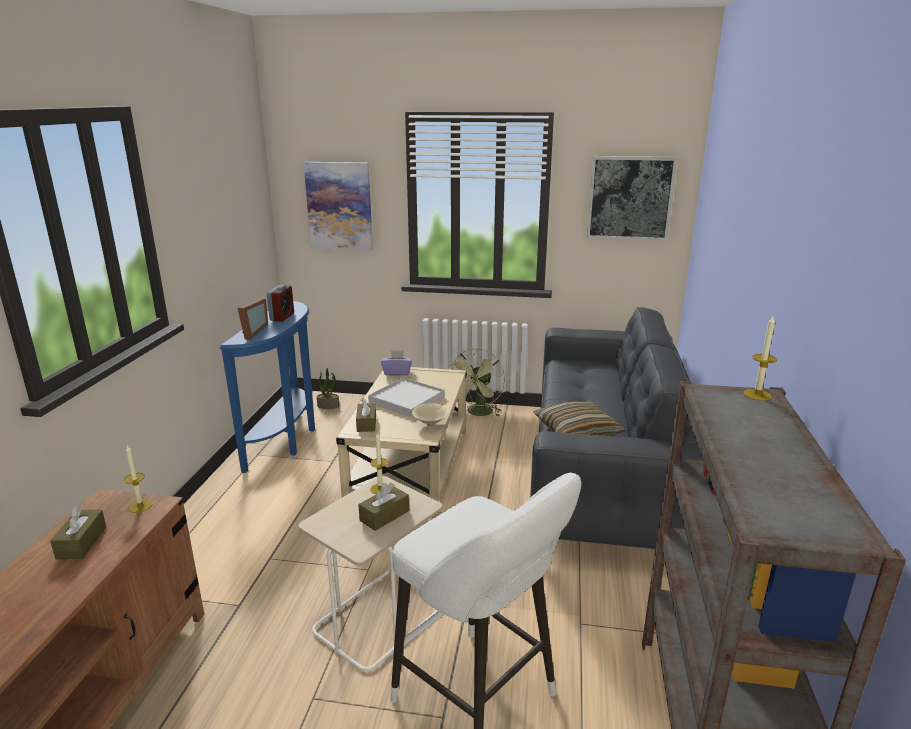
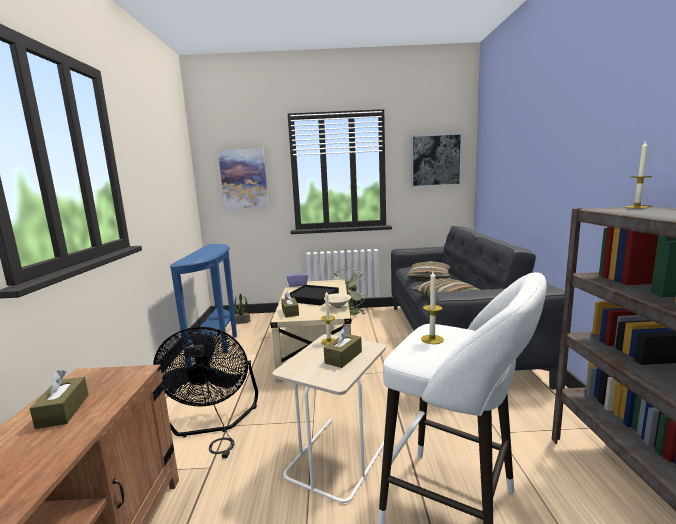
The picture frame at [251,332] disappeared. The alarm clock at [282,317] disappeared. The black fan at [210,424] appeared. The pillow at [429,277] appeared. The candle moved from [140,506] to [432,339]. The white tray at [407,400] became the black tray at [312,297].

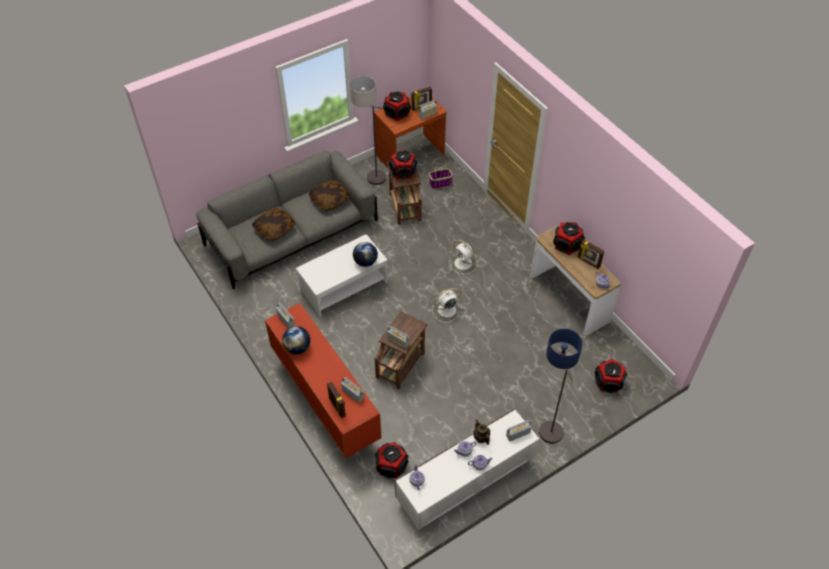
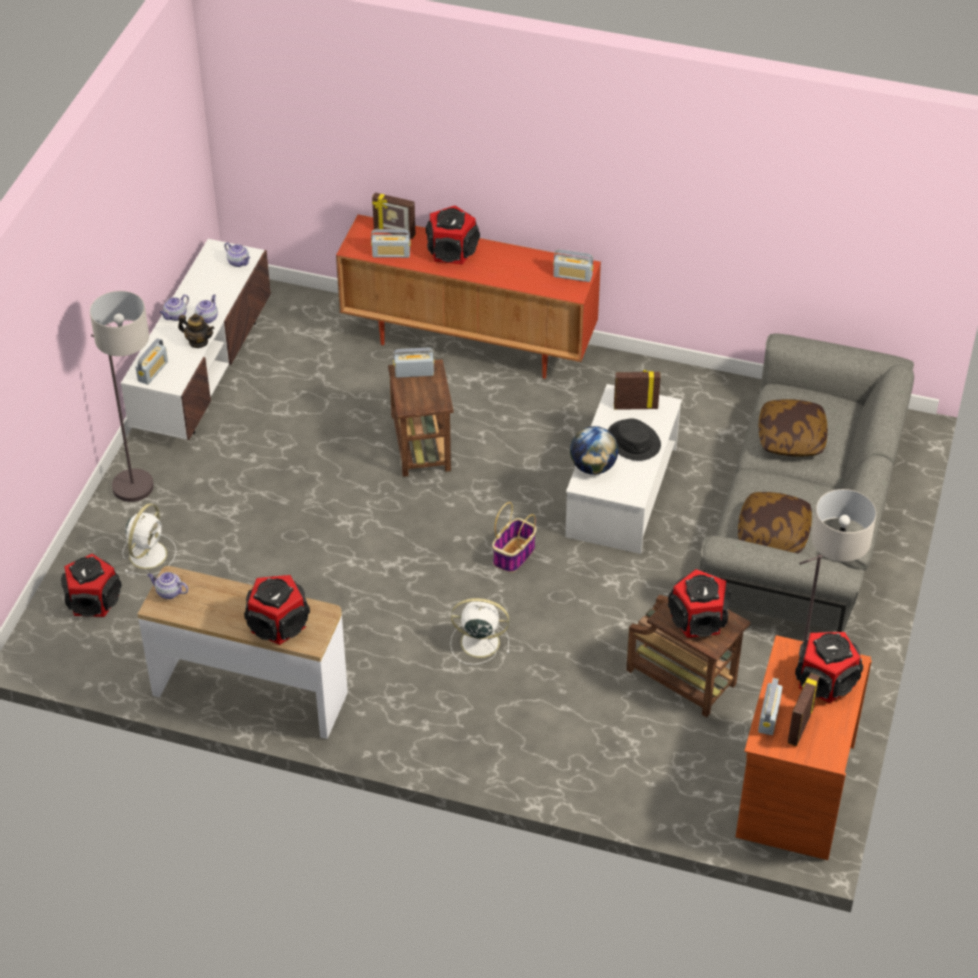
The globe at [297,348] disappeared. The black hat at [633,441] appeared. The speaker moved from [391,466] to [452,250]. The basket moved from [440,183] to [514,556]. The white fan moved from [446,310] to [149,553]. The picture frame moved from [588,262] to [635,406]. The blue floor lamp at [547,426] became the grey floor lamp at [143,491].

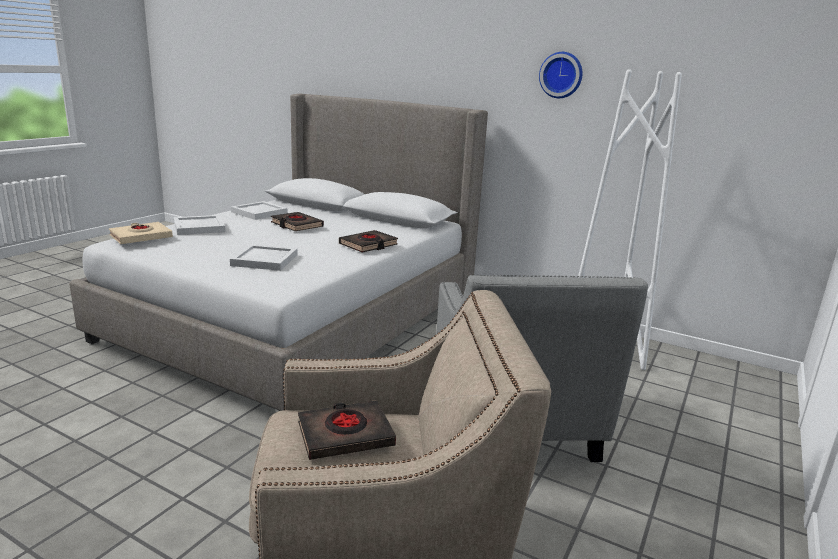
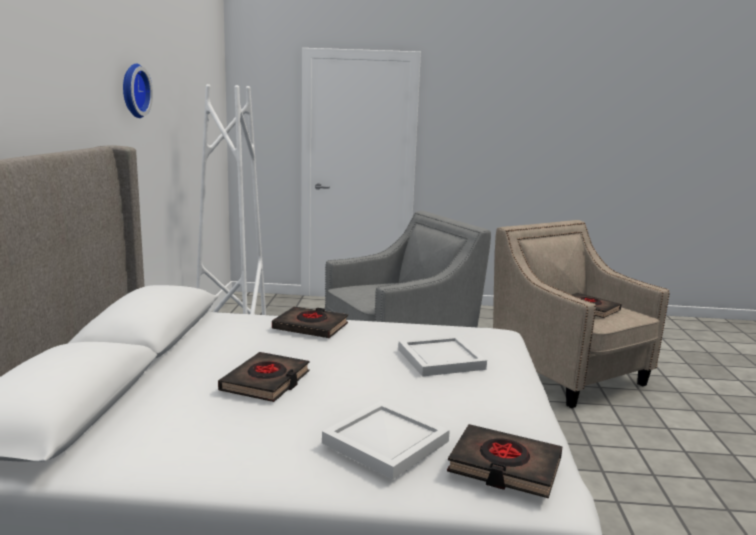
The white tray at [259,213] disappeared. The beige book at [141,237] became the black book at [504,467].

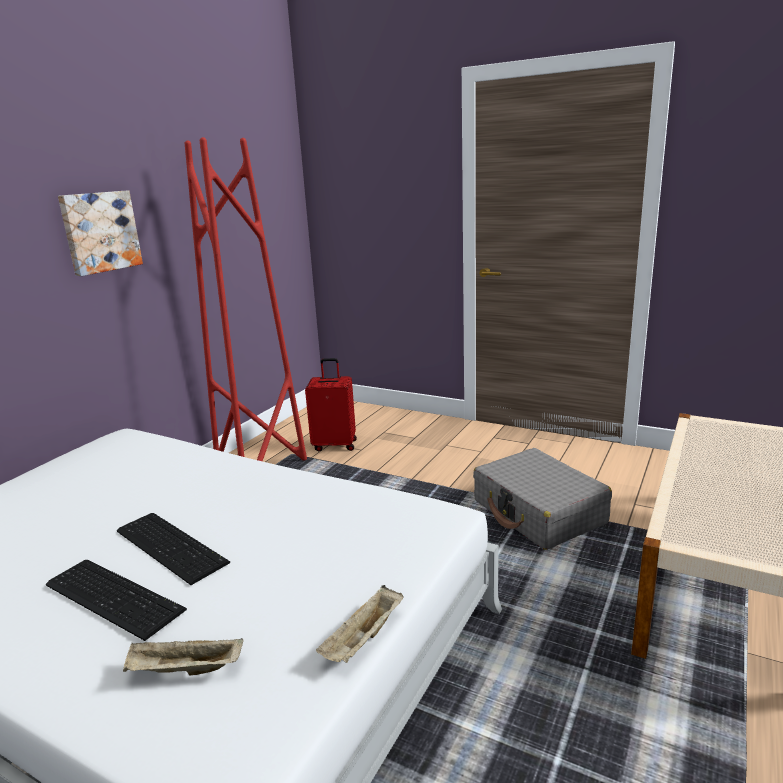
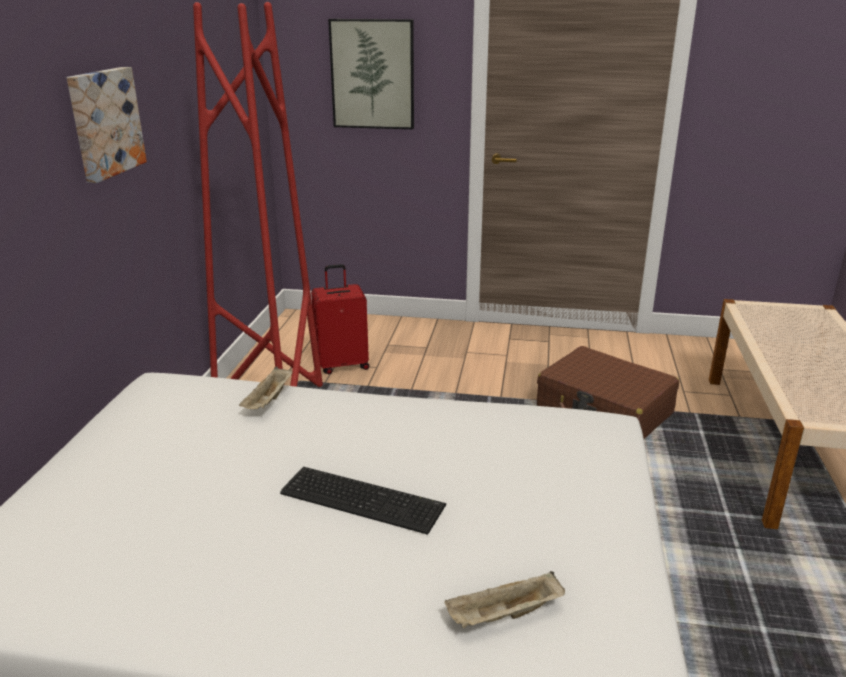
The keyboard at [115,595] disappeared. The picture at [373,74] appeared. The beige tray moved from [364,640] to [269,401]. The grey suitcase at [538,512] became the brown suitcase at [604,411].

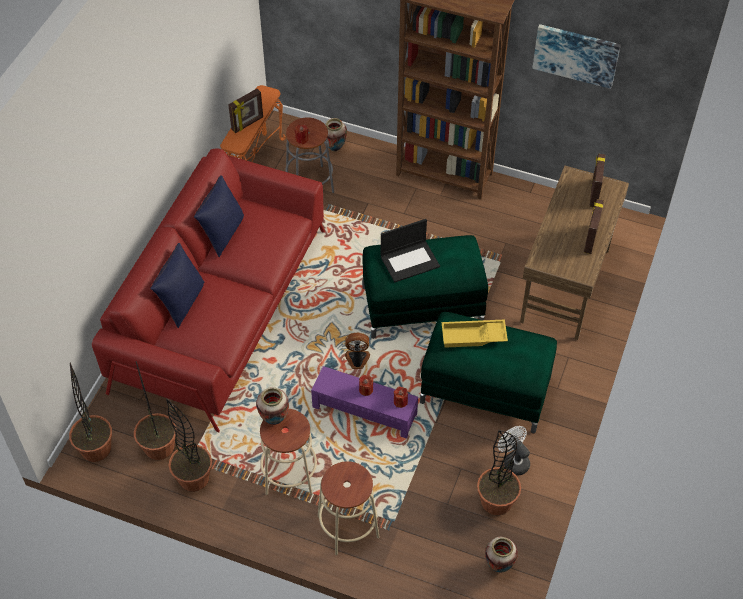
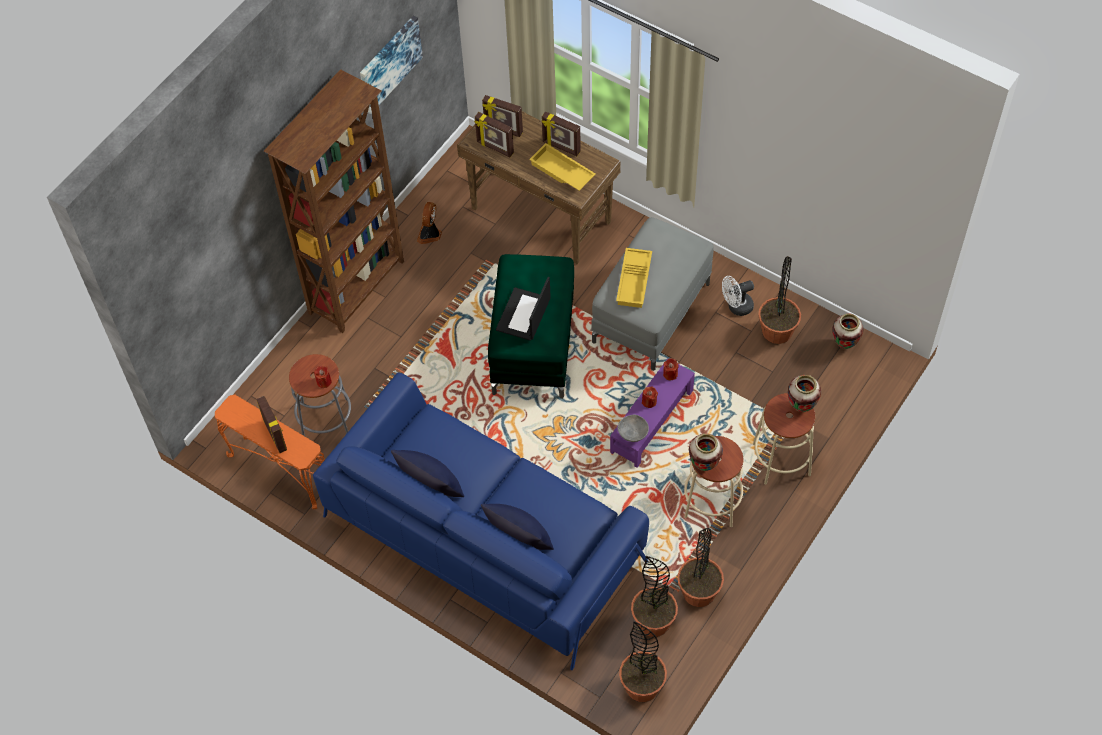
The picture frame at [495,148] appeared. The yellow tray at [561,172] appeared. The grey bowl at [633,433] appeared. The vase moved from [334,148] to [801,407]. The fan moved from [357,360] to [430,234]. The red sofa at [220,309] became the blue sofa at [484,538]. The green ottoman at [484,390] became the grey ottoman at [651,313]. The laptop at [410,261] turned 150 degrees counterclockwise.

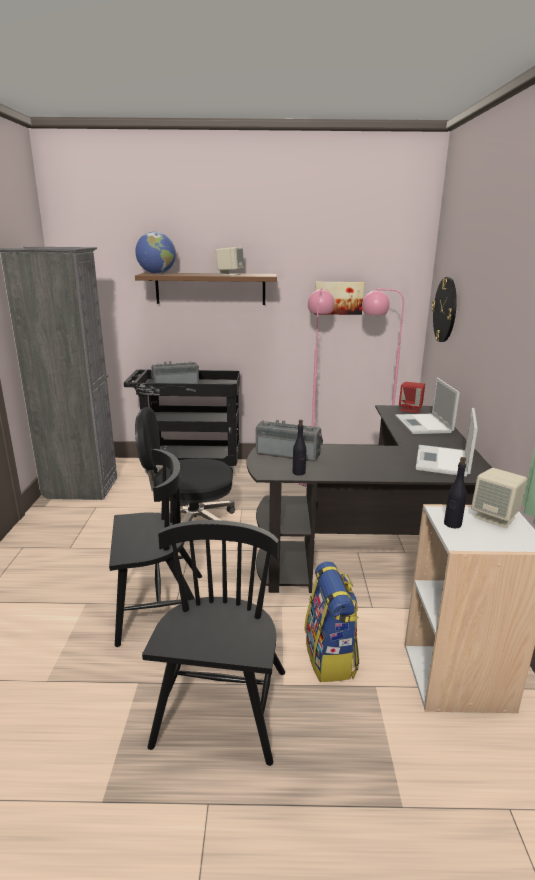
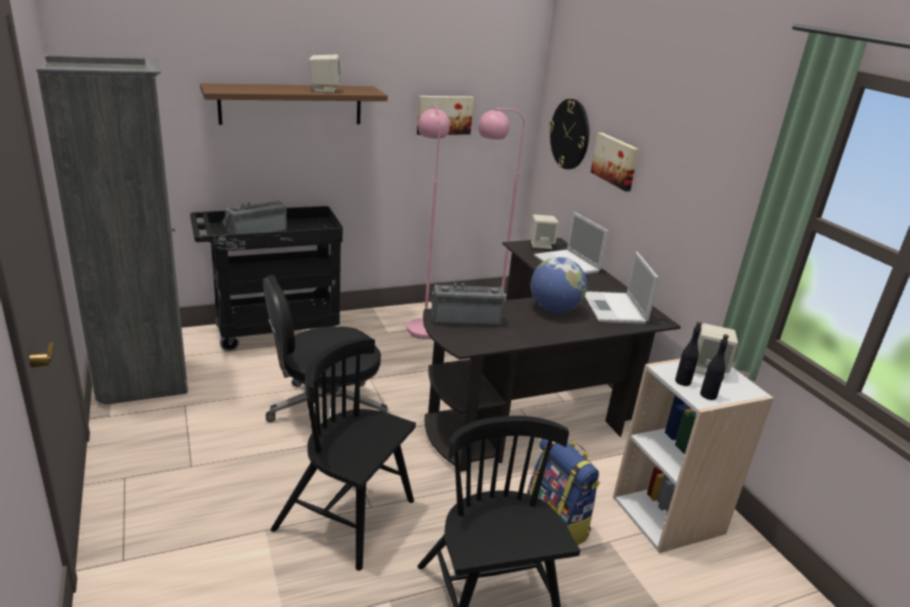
The picture at [616,161] appeared. The globe moved from [157,273] to [554,309]. The black bottle moved from [299,473] to [708,395]. The red speaker at [410,409] became the beige speaker at [541,245]. The black chair at [155,608] turned 120 degrees counterclockwise.

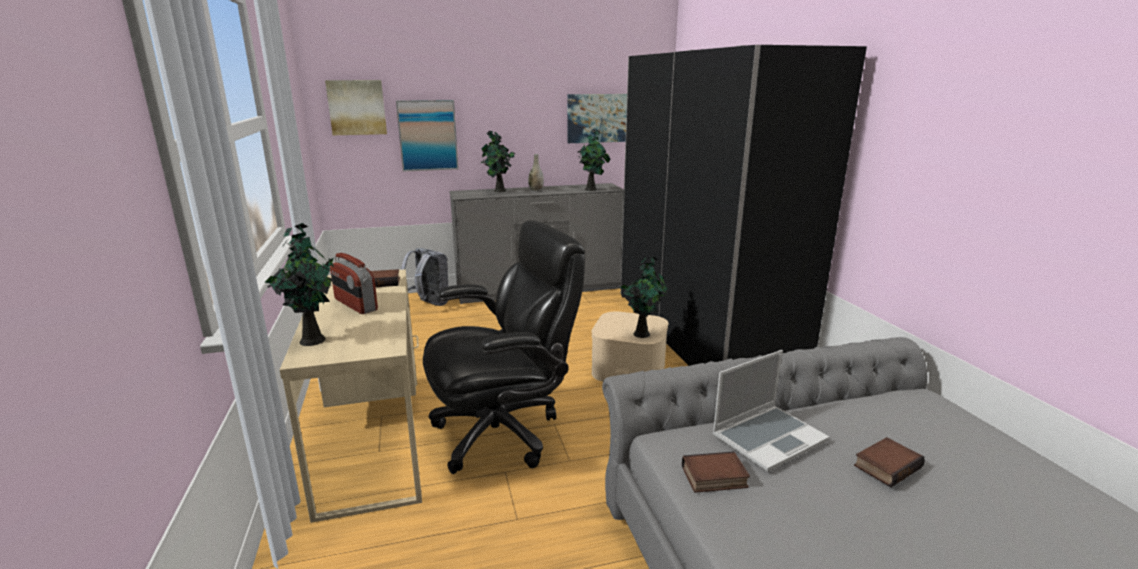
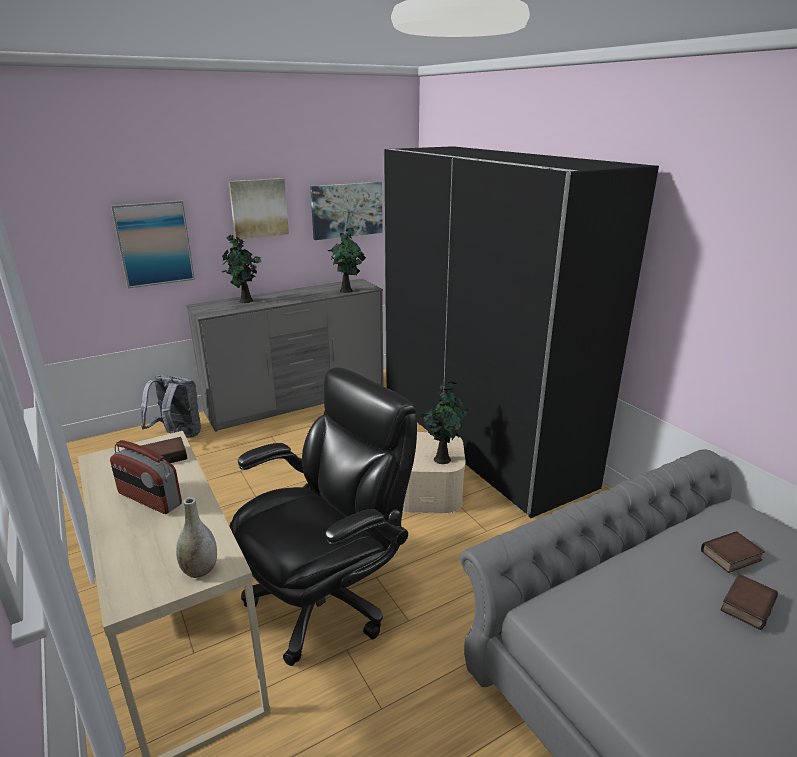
The potted plant at [312,339] disappeared. The laptop at [769,438] disappeared. The picture moved from [357,107] to [258,208]. The grey vase moved from [536,190] to [200,570]. The book moved from [714,478] to [731,557].

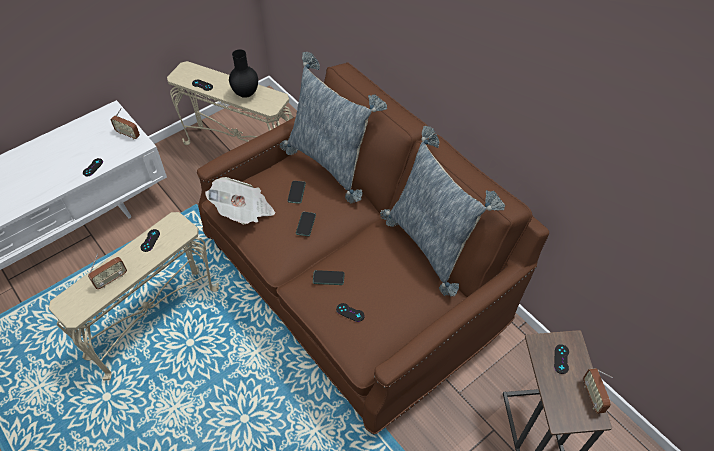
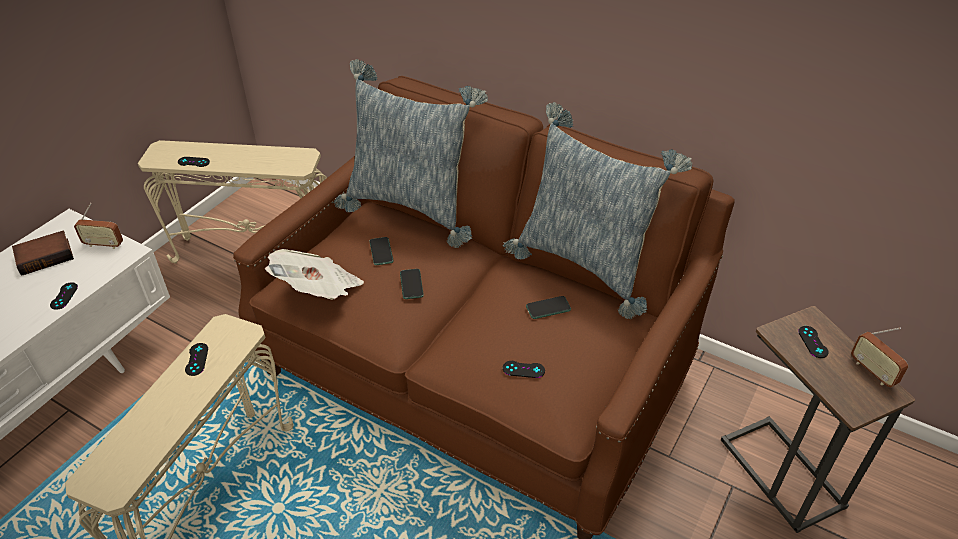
The radio at [111,280] disappeared. The black vase at [245,94] disappeared. The book at [46,256] appeared. The phone moved from [328,278] to [548,308].

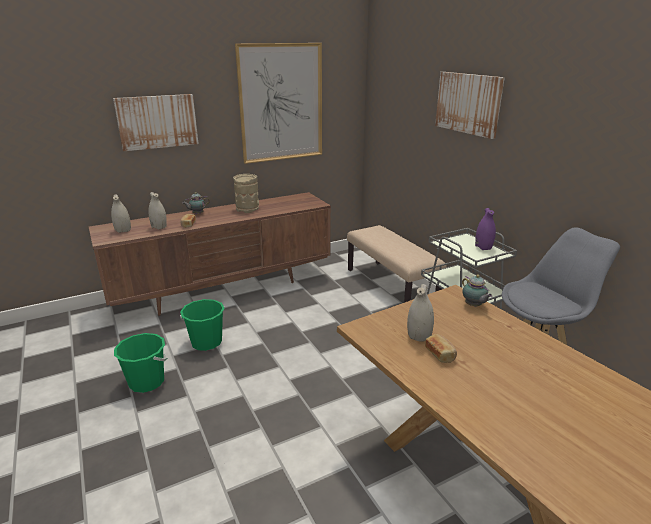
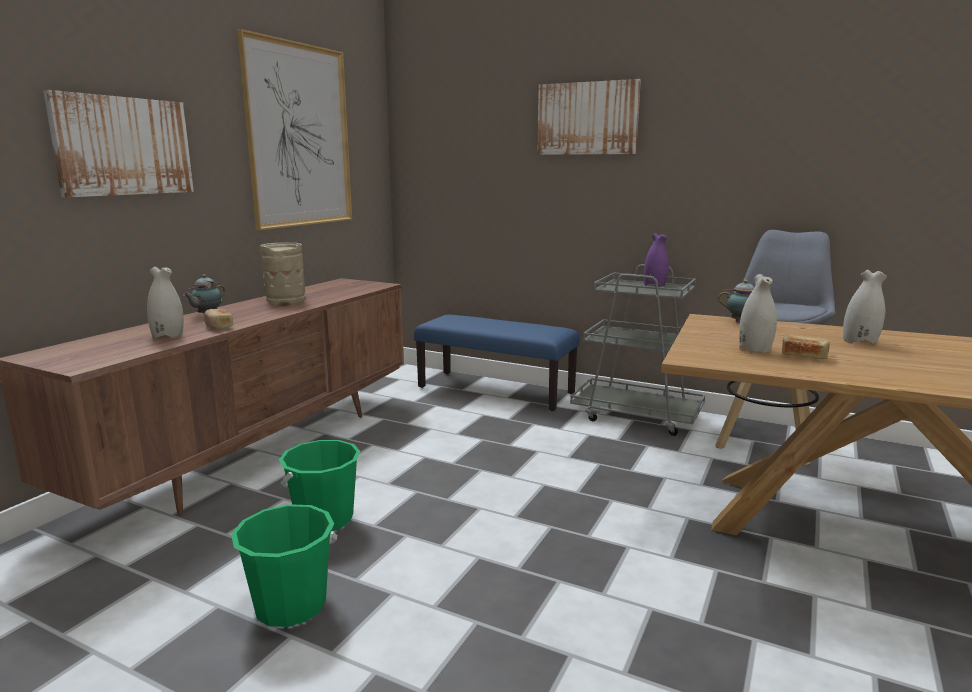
The white vase moved from [123,230] to [860,342]. The beige bench at [391,286] became the blue bench at [496,390].

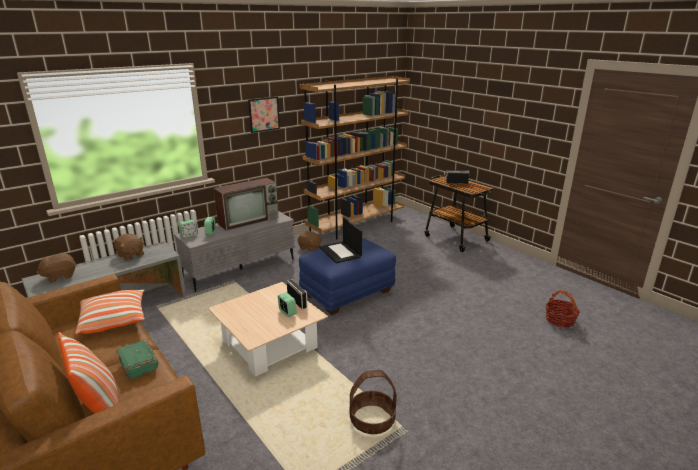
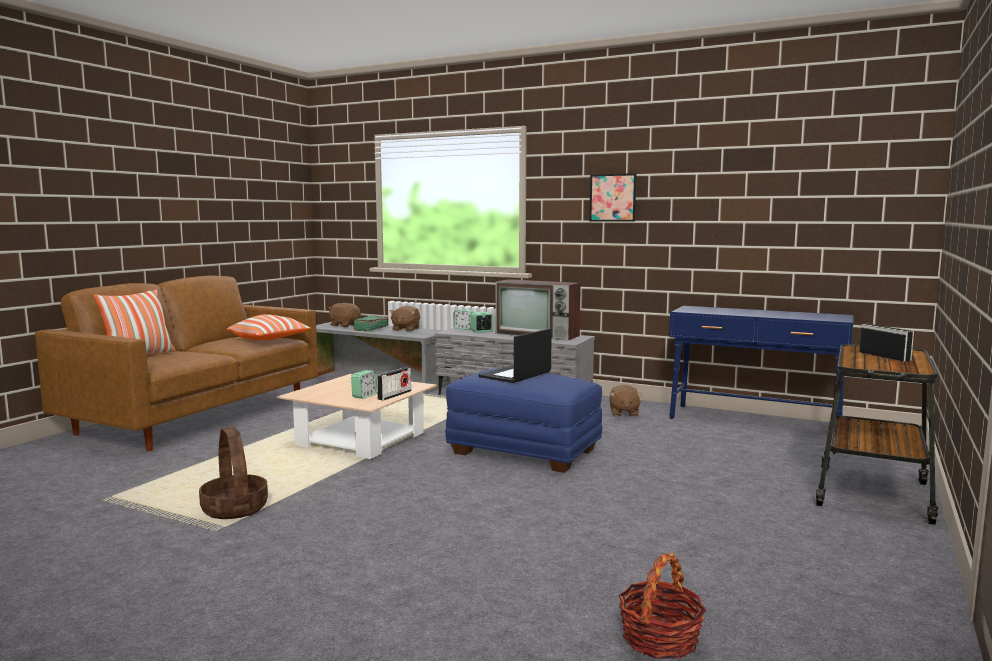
The green book moved from [138,366] to [370,329]. The brown bookcase at [356,225] was replaced by the blue console table at [754,422].

